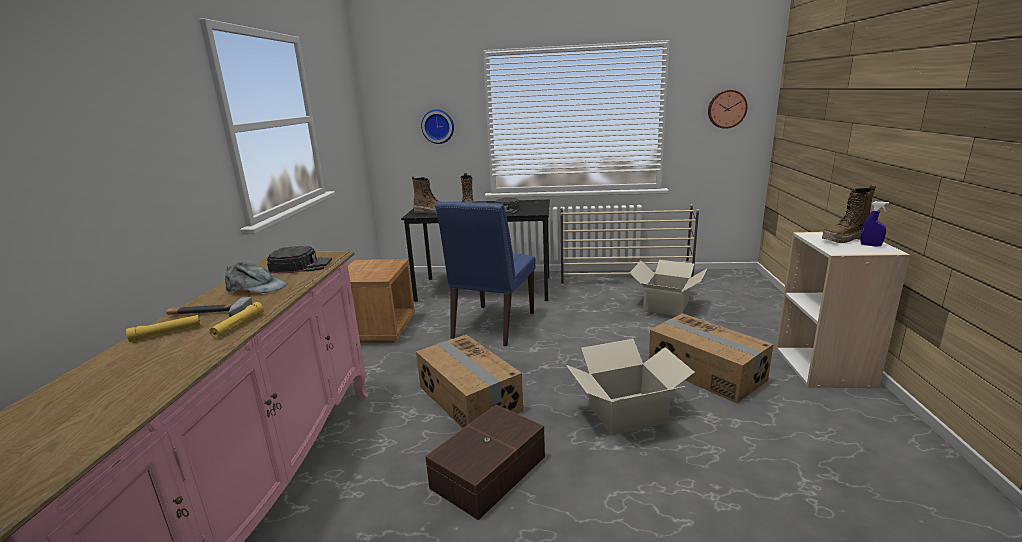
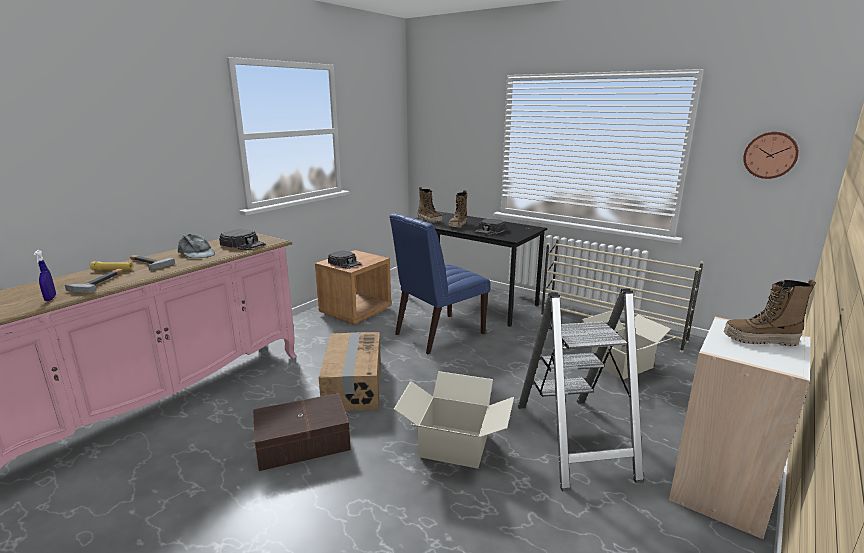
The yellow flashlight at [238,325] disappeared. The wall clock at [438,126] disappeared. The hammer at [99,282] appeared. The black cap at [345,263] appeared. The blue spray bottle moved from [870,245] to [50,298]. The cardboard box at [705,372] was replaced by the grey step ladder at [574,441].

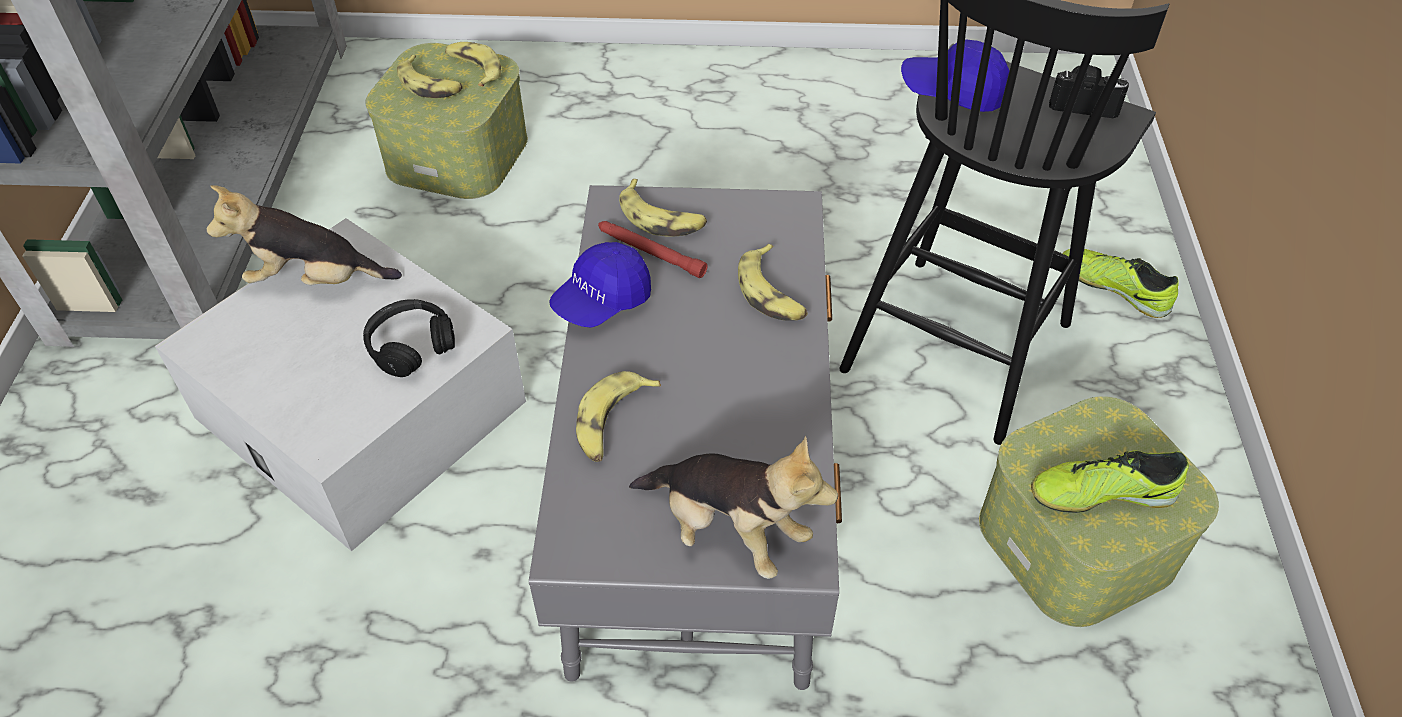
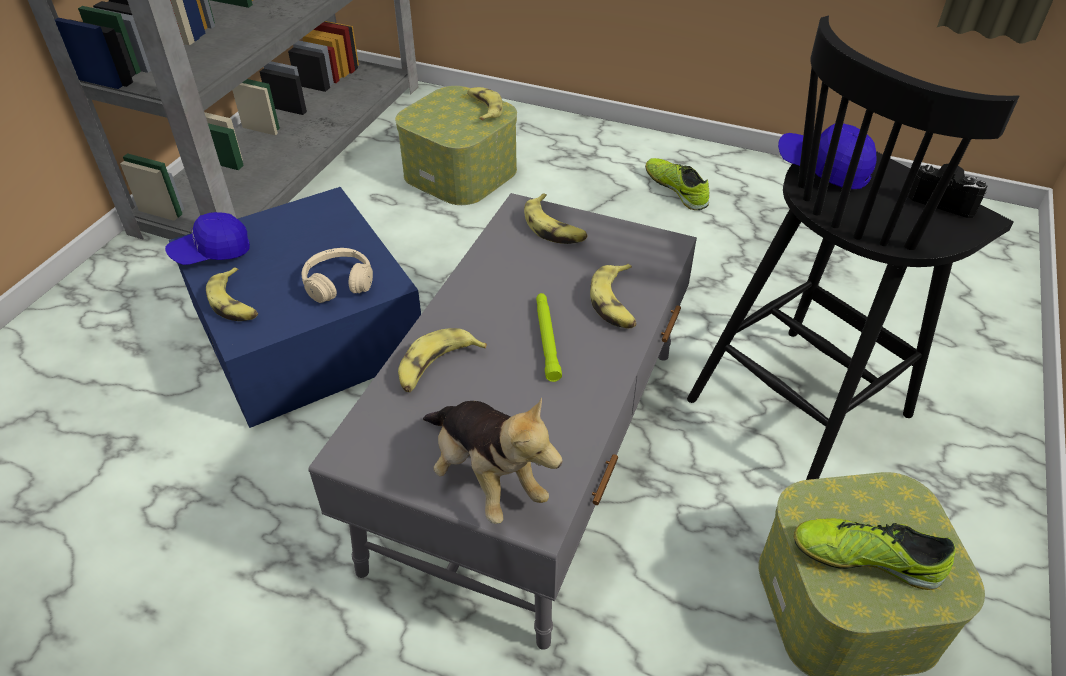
The plush toy at [314,280] disappeared. The red flashlight at [650,252] disappeared. The green flashlight at [547,338] appeared. The banana moved from [430,85] to [235,303]. The blue cap moved from [602,301] to [211,253]. The shoe moved from [1113,288] to [676,189]. The white storage box at [361,409] became the blue storage box at [306,330]. The black headphones at [411,345] became the beige headphones at [338,283].

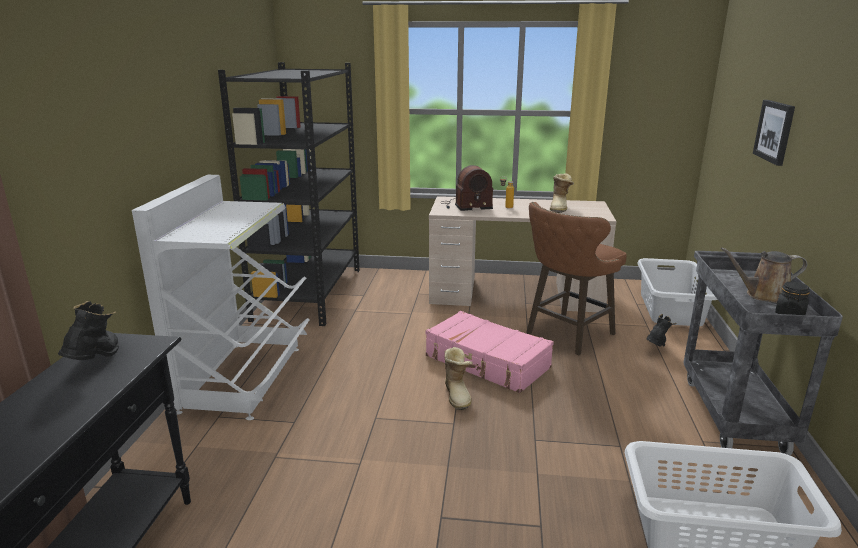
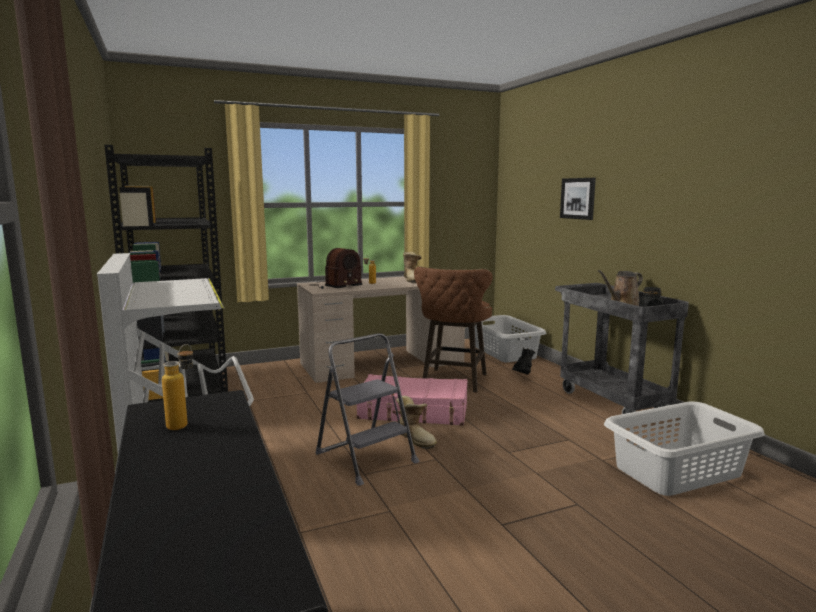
The grey step ladder at [364,456] appeared. The black boot at [97,362] was replaced by the bottle at [183,423].

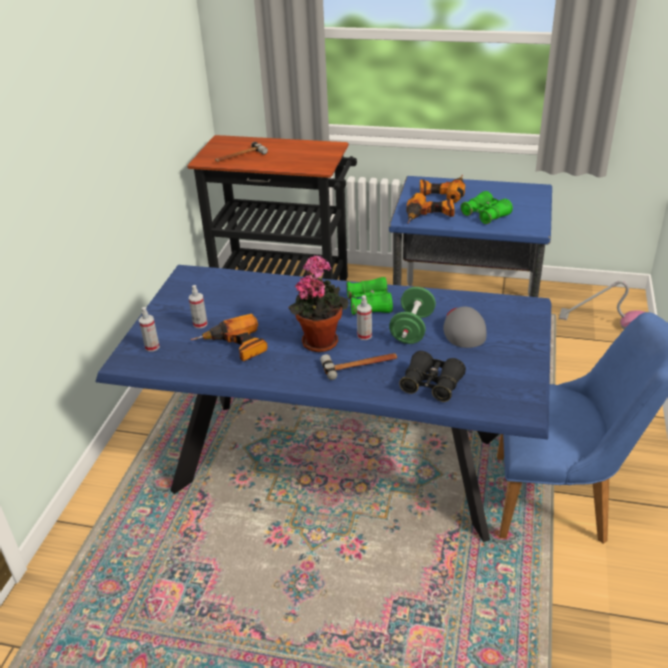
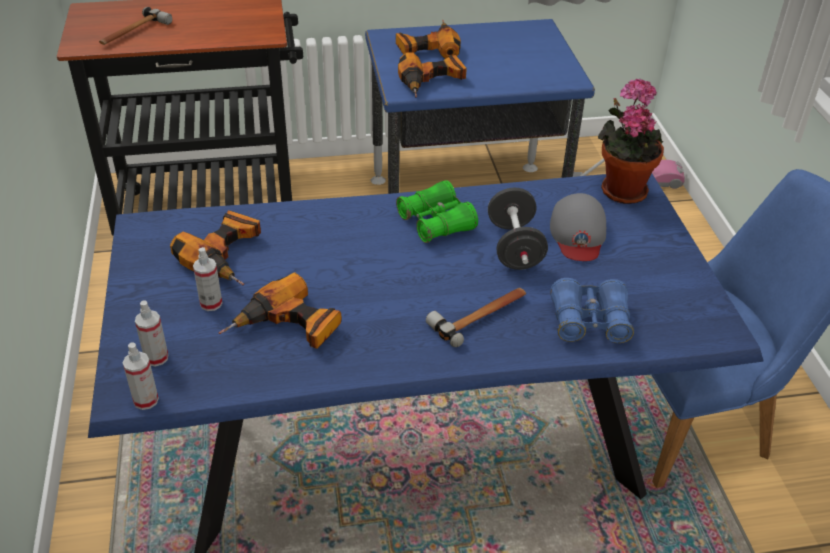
The green binoculars at [485,215] disappeared. The power drill at [227,256] appeared. The potted plant moved from [320,340] to [621,189]. The spray bottle moved from [364,335] to [146,400]. The green dumbbell at [412,329] became the black dumbbell at [514,247]. The black binoculars at [431,384] became the blue binoculars at [589,321]. The grey cap at [463,329] turned 150 degrees counterclockwise.

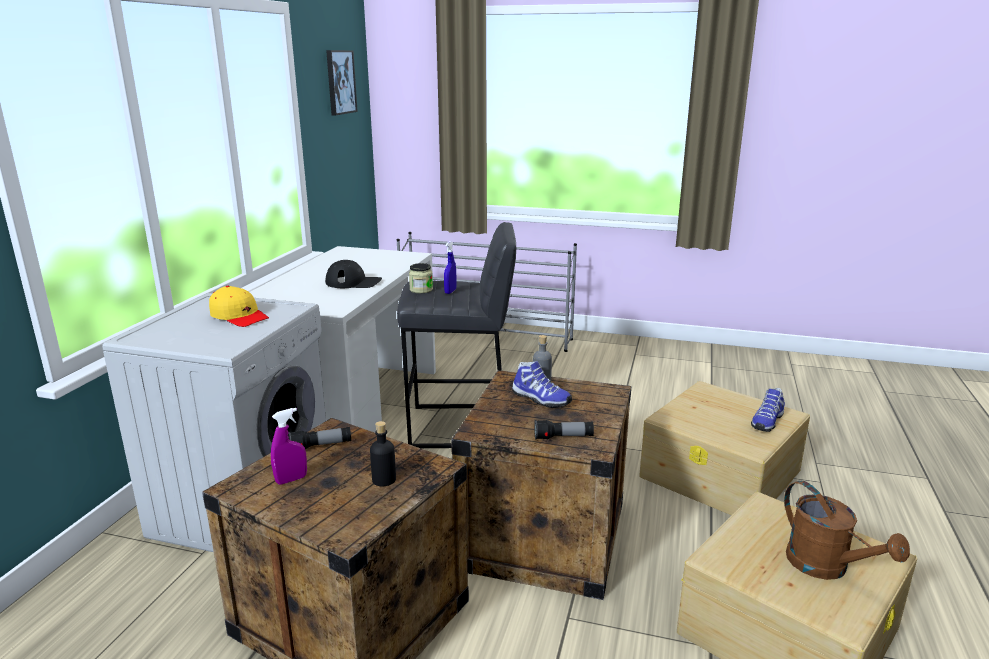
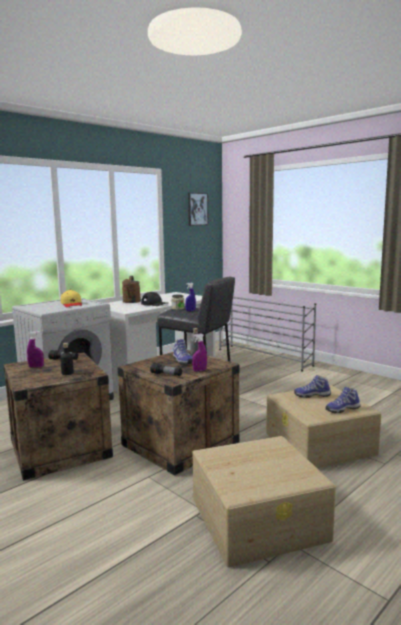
The purple spray bottle at [199,370] appeared. The shoe at [312,395] appeared. The brown watering can moved from [826,567] to [131,302].

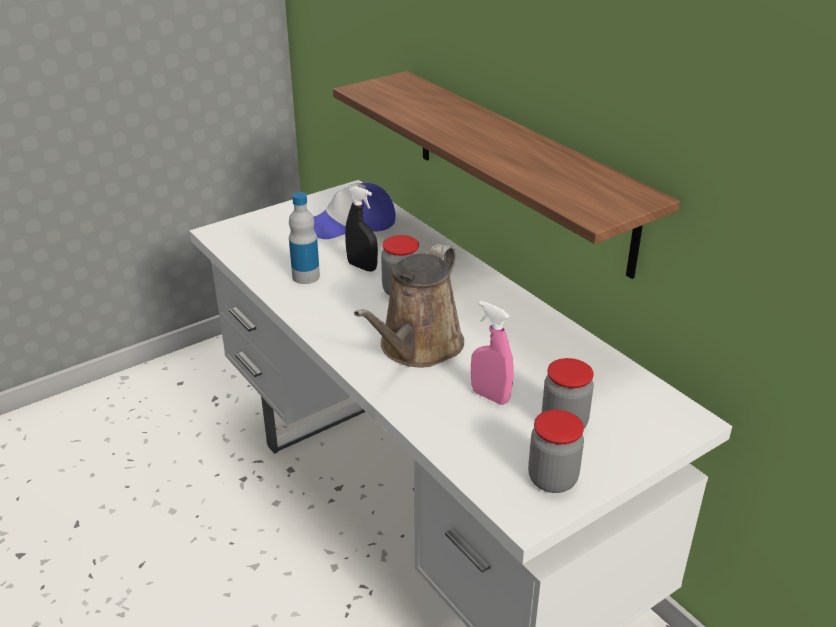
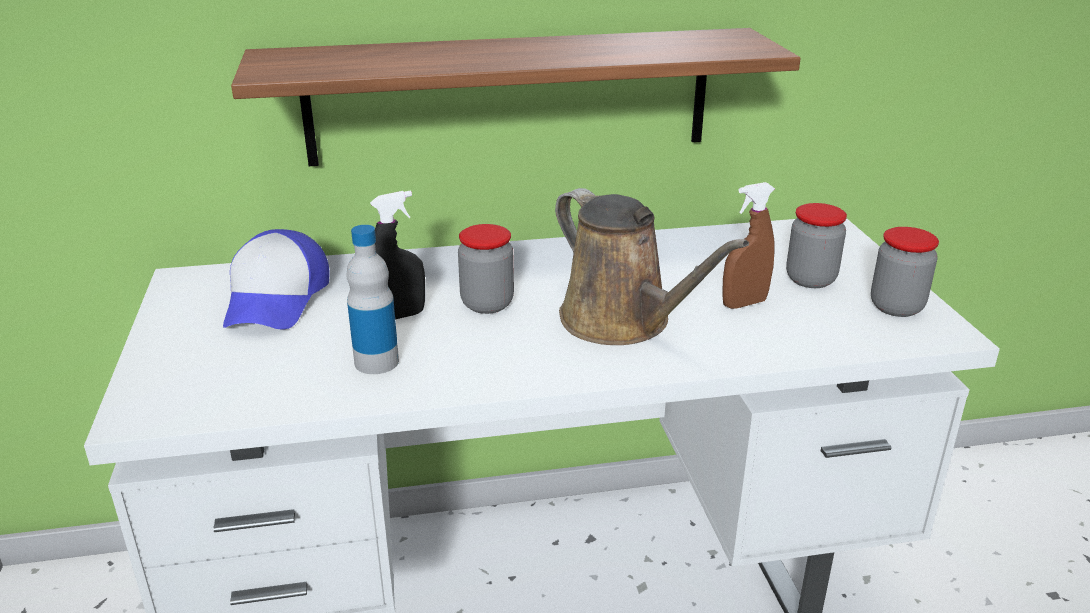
The pink spray bottle at [490,396] became the brown spray bottle at [744,303].

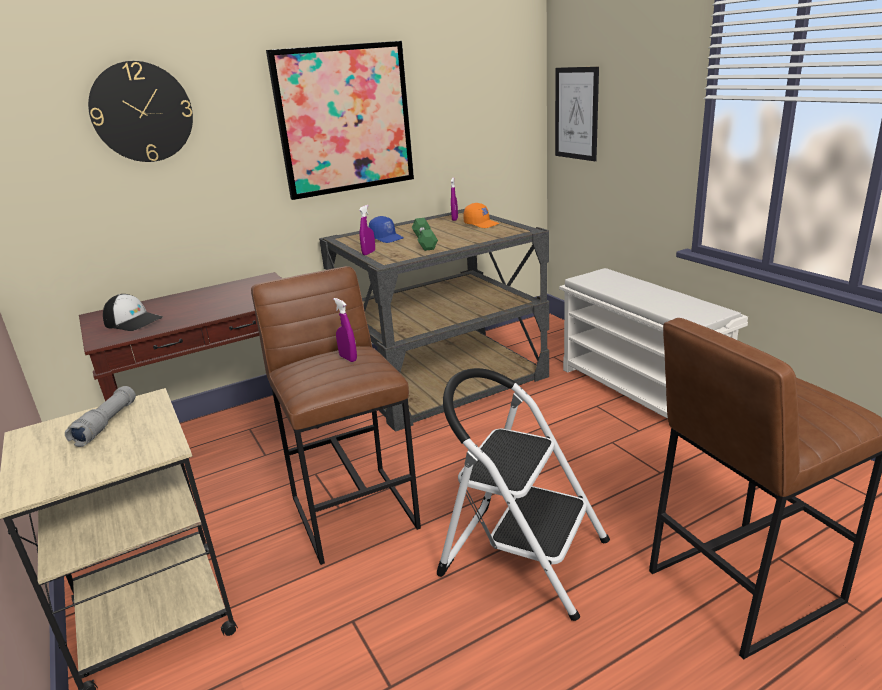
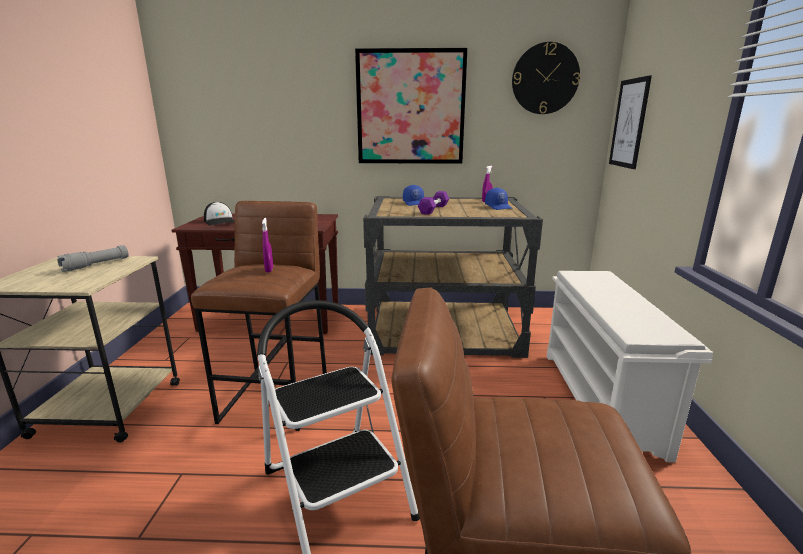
The purple spray bottle at [369,253] disappeared. The wall clock moved from [142,112] to [545,79]. The green dumbbell at [424,242] became the purple dumbbell at [434,209]. The orange cap at [481,224] became the blue cap at [499,207].

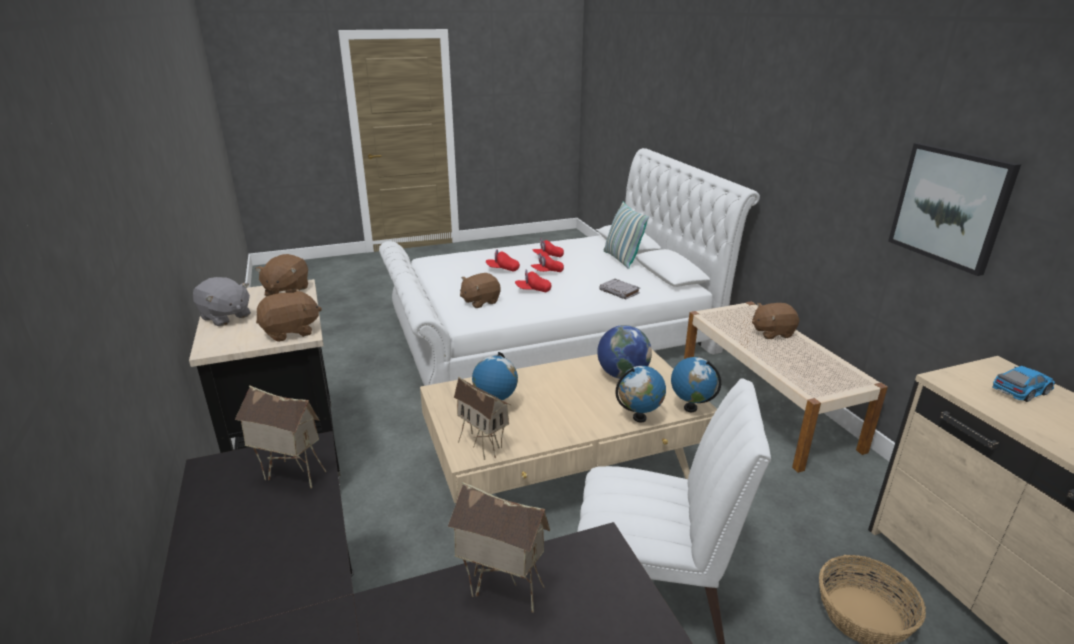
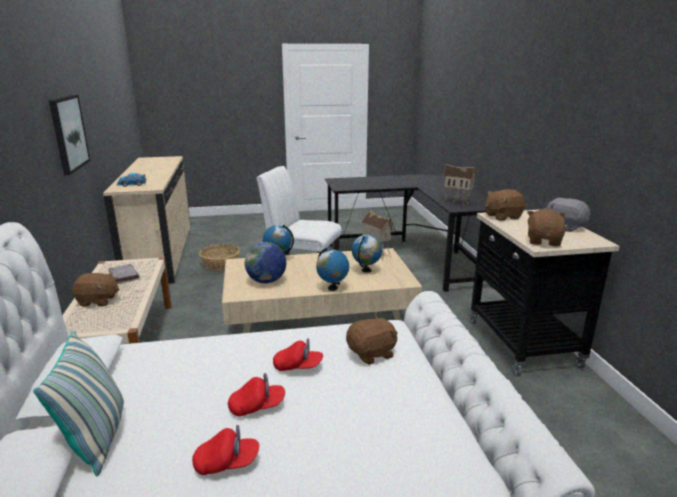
The toy house at [501,591] disappeared. The red cap at [502,269] disappeared. The grey book moved from [620,292] to [123,276]. The globe moved from [690,408] to [332,288].

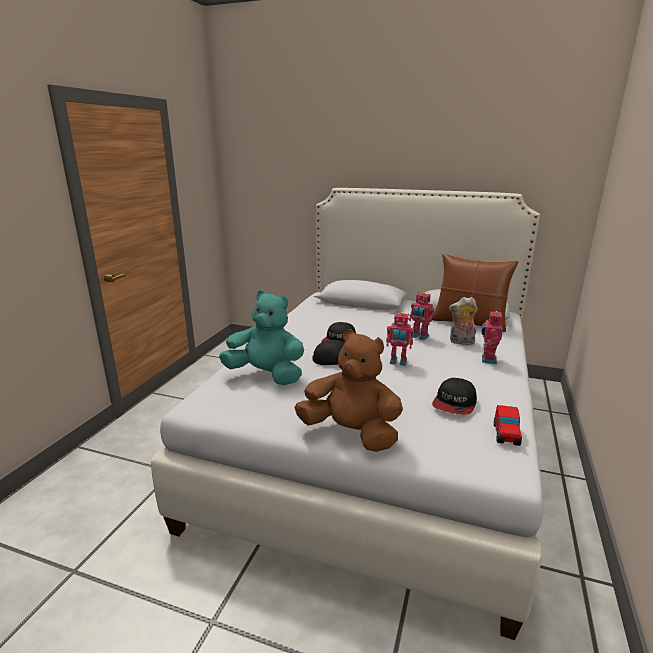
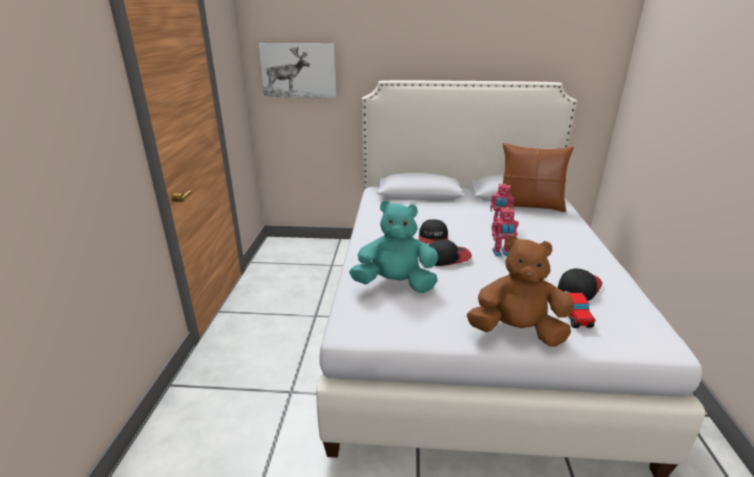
The plush toy at [461,342] disappeared. The toy robot at [487,359] disappeared. The picture at [299,70] appeared. The toy car moved from [506,435] to [575,319]. The cap at [455,403] turned 150 degrees counterclockwise.

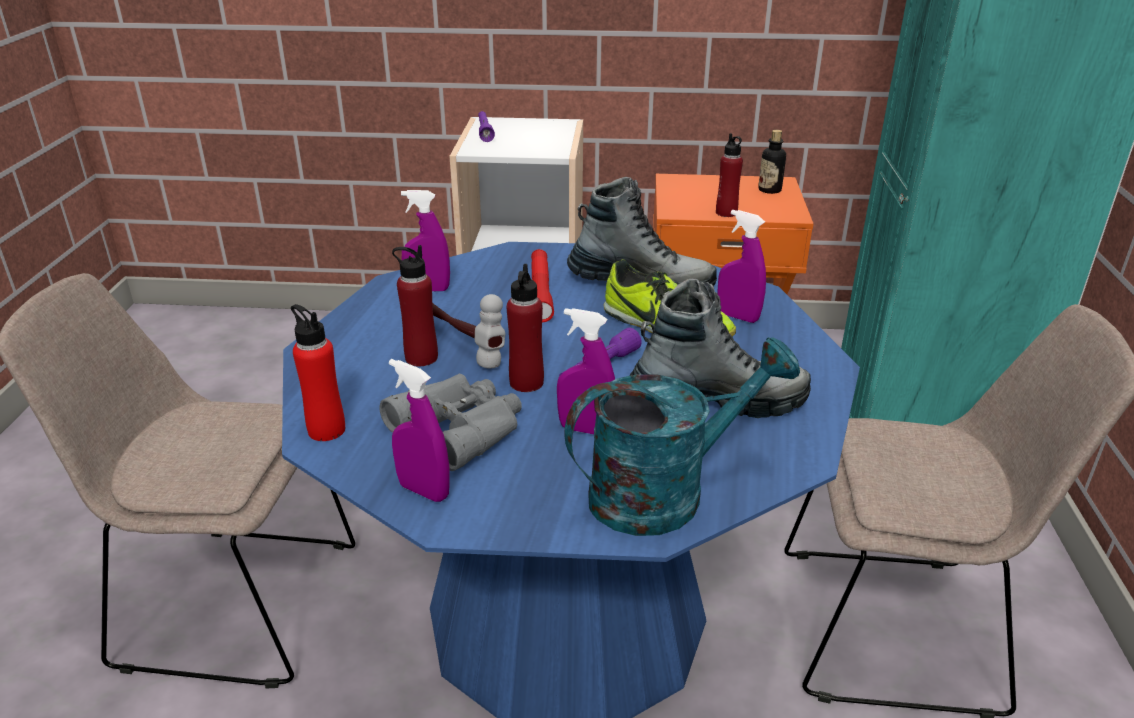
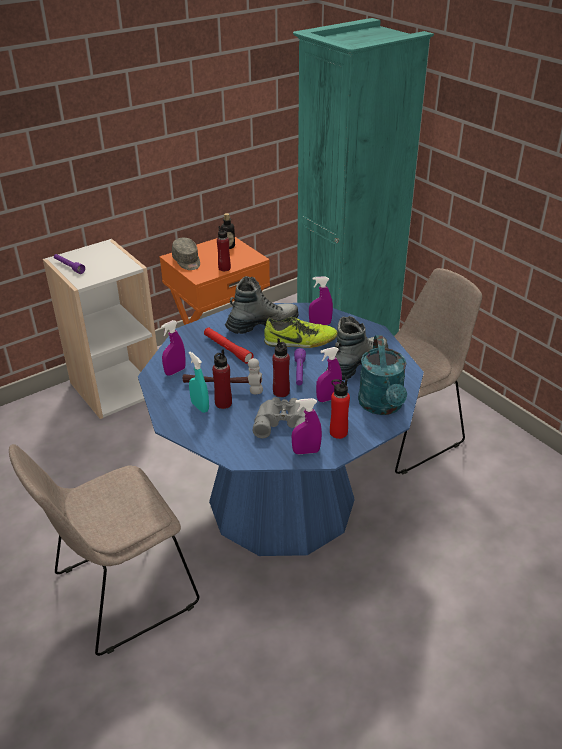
The grey cap at [187,261] appeared. The turquoise spray bottle at [200,407] appeared. The red bottle moved from [326,430] to [338,432]. The turquoise watering can at [664,491] turned 150 degrees clockwise.

